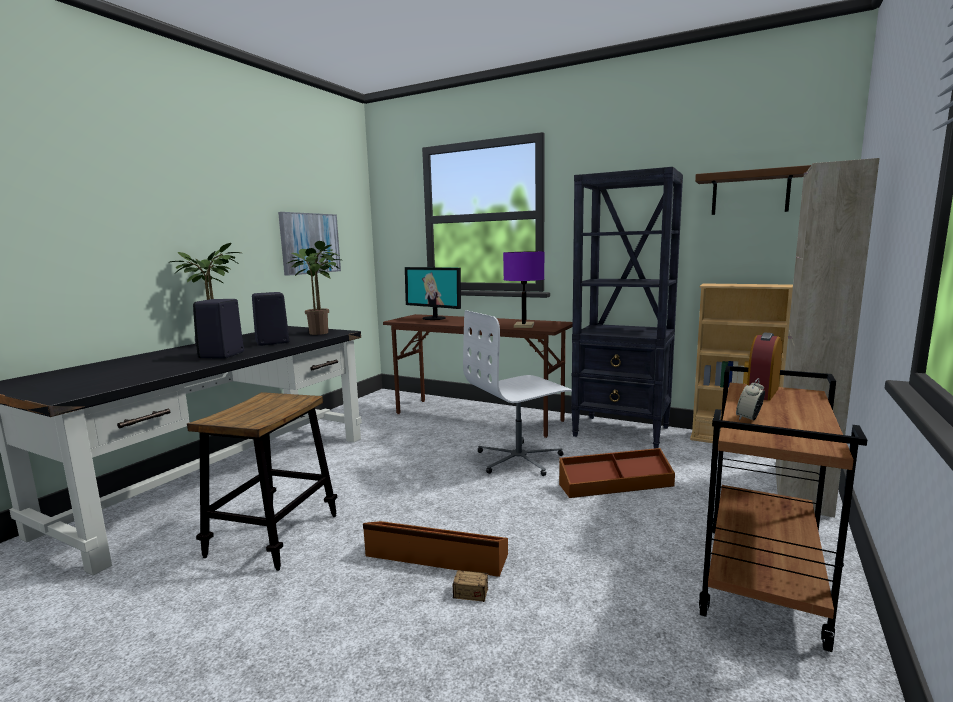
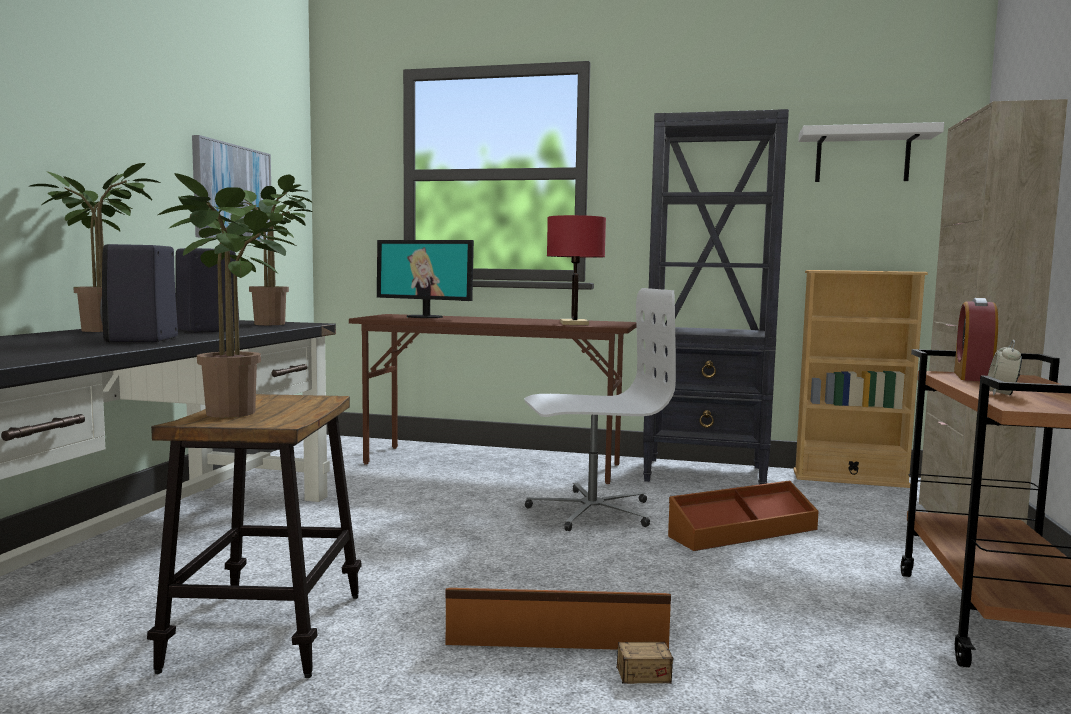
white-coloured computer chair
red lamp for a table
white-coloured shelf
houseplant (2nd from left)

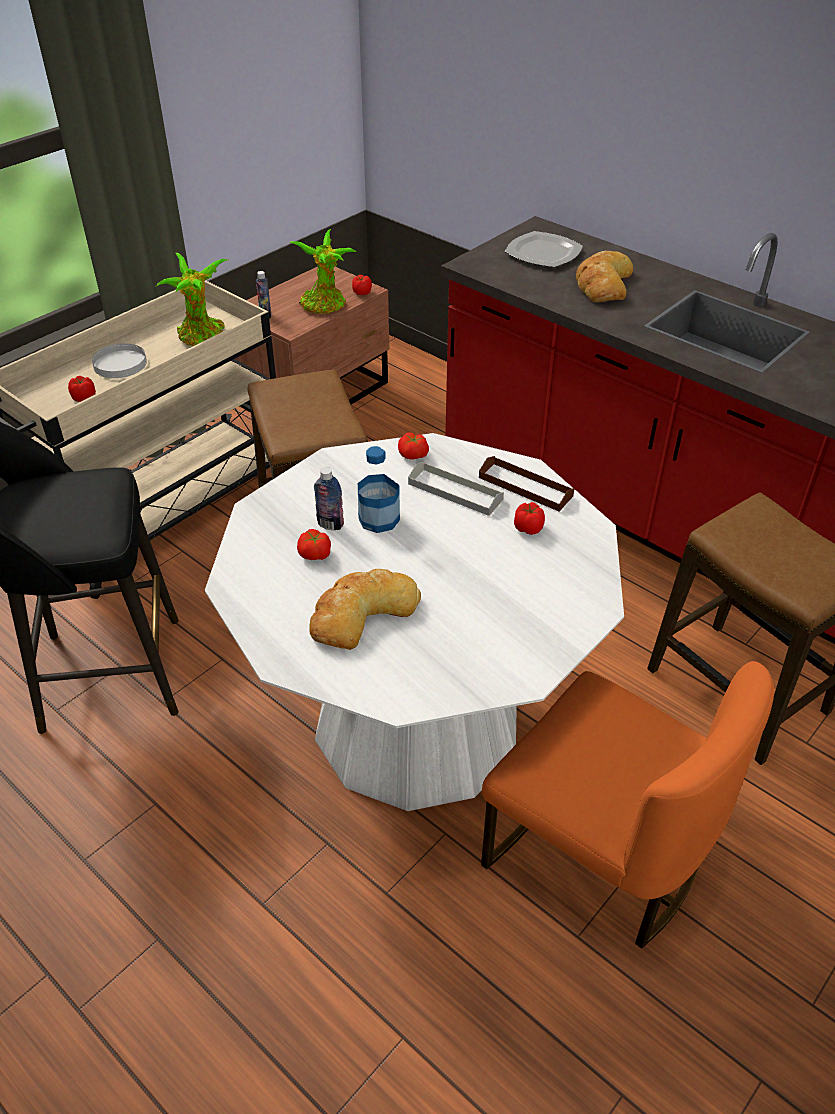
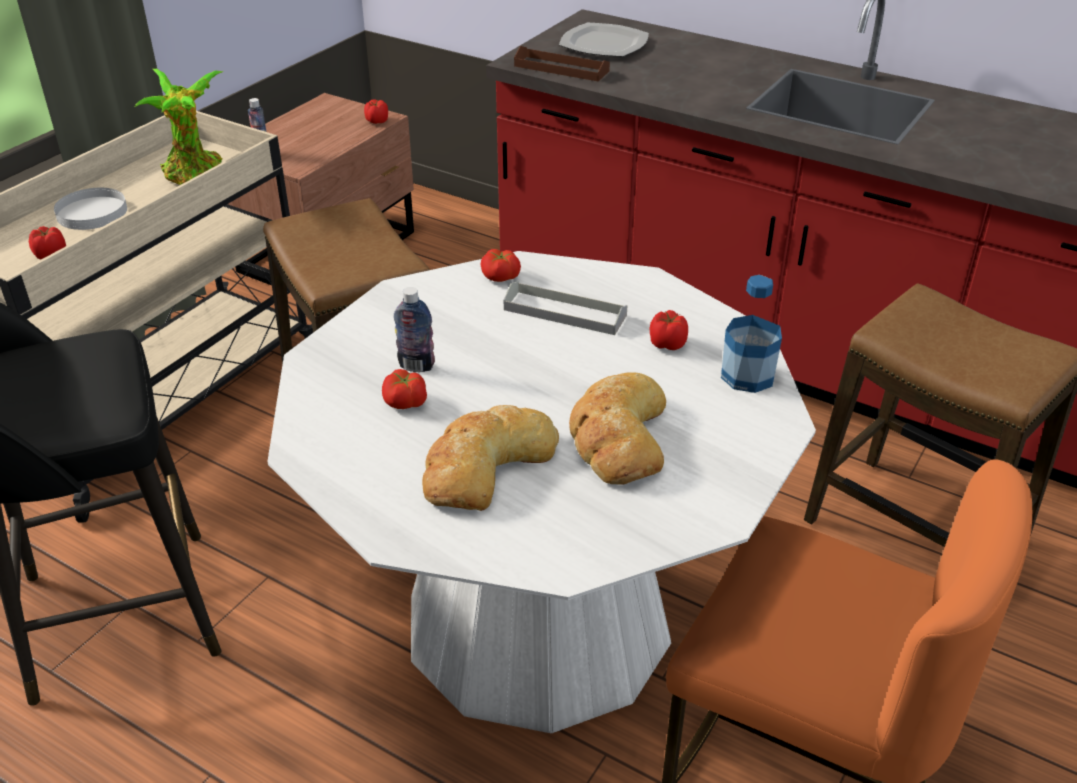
houseplant (2nd from left in the first image)
bottle (3rd from left)
brown tray
baked bread (2nd from left)

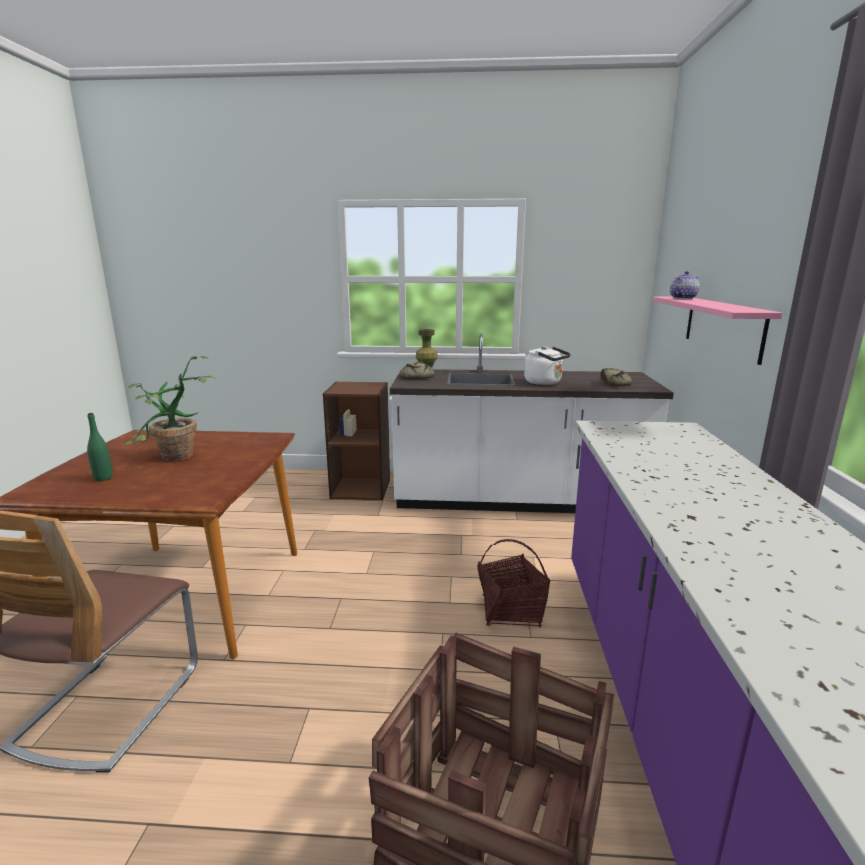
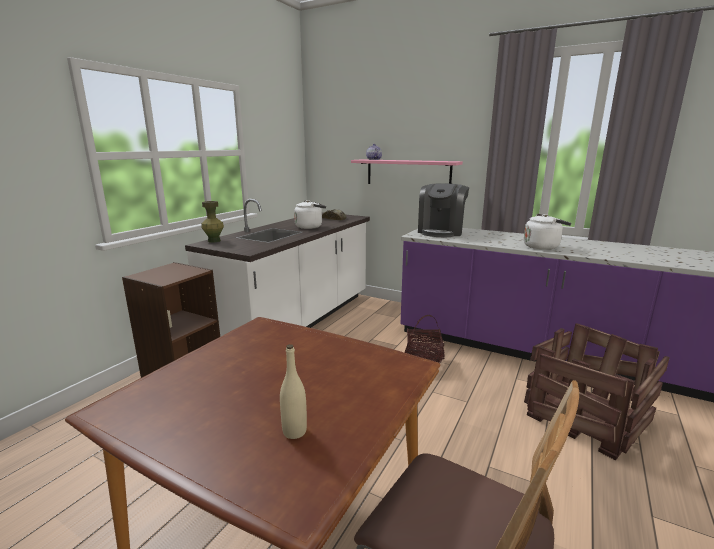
beige bottle
houseplant
baked bread (1st from left in the first image)
coffee maker
white-coloured kettle (2nd from left)

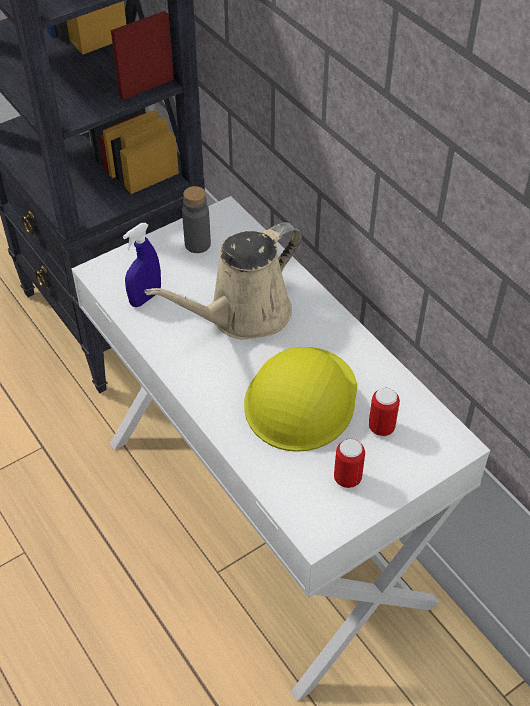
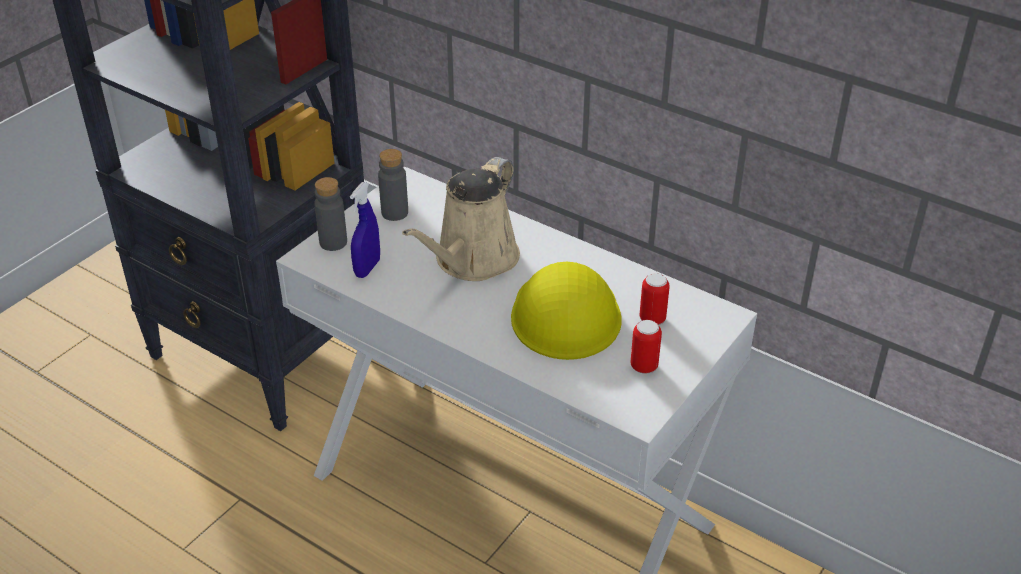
gray bottle (1st from left)

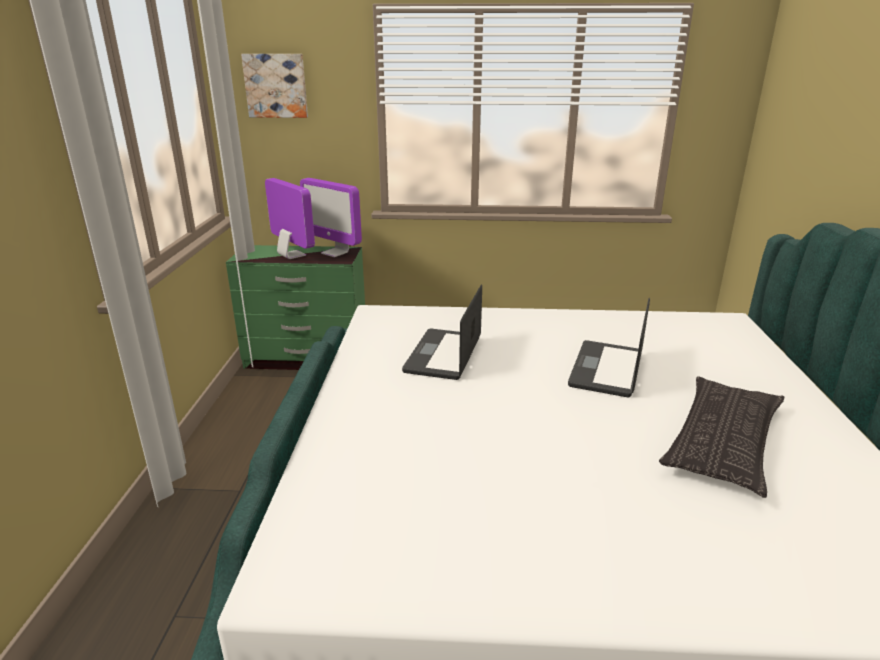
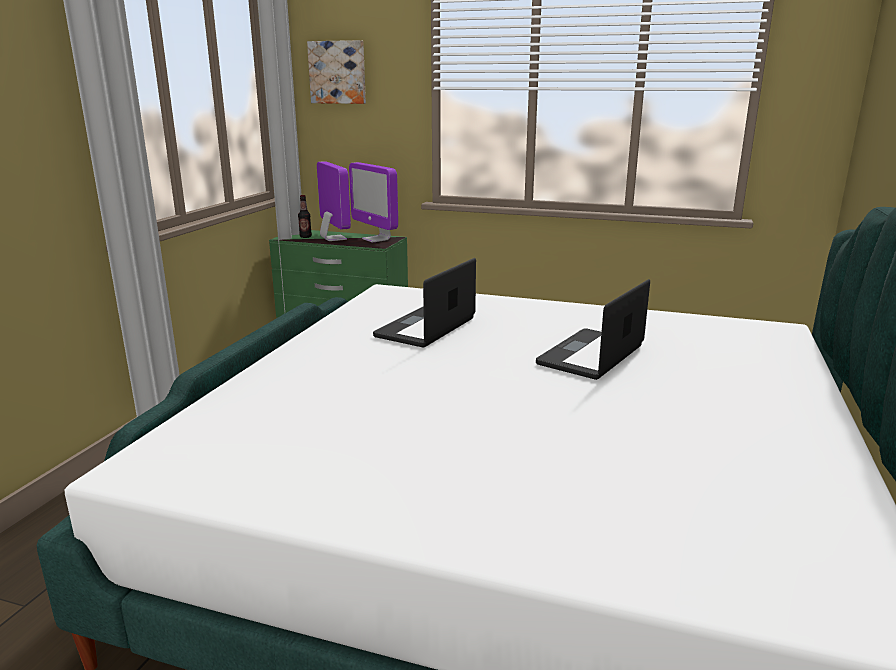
pillow
bottle

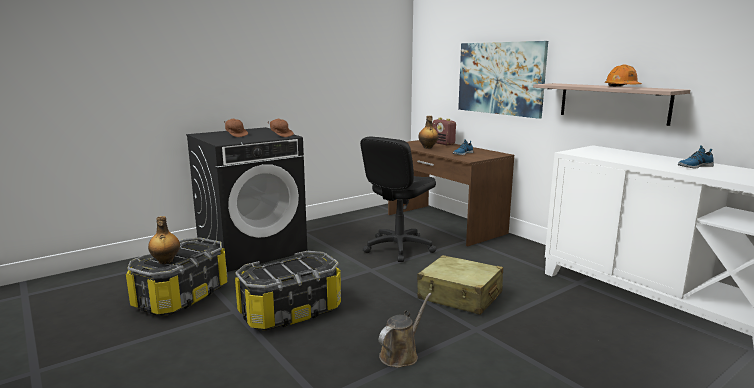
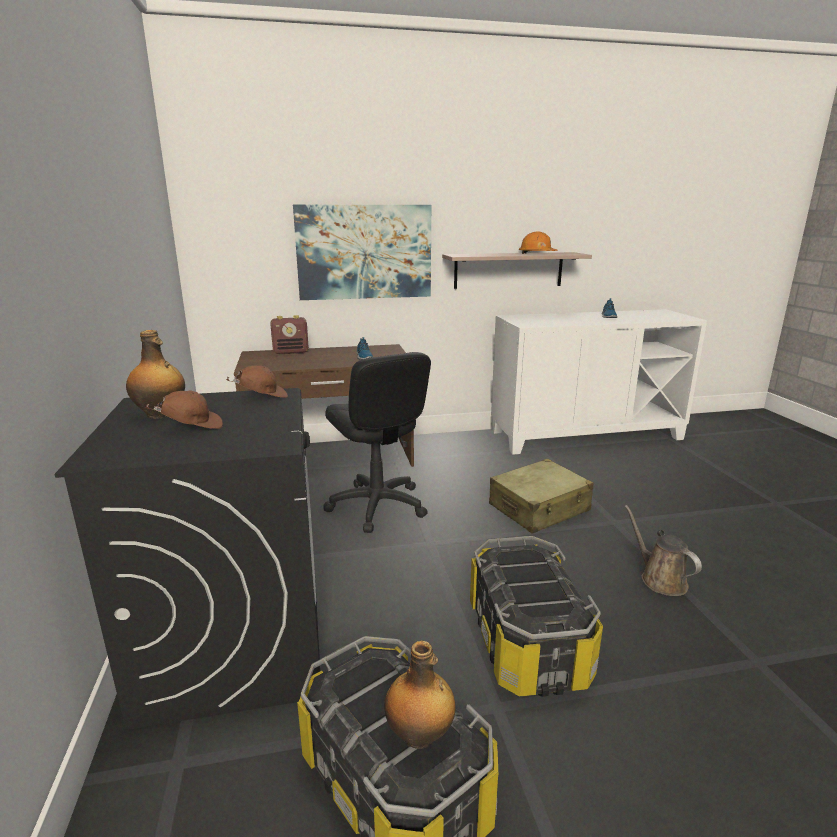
bottle (1st from left)

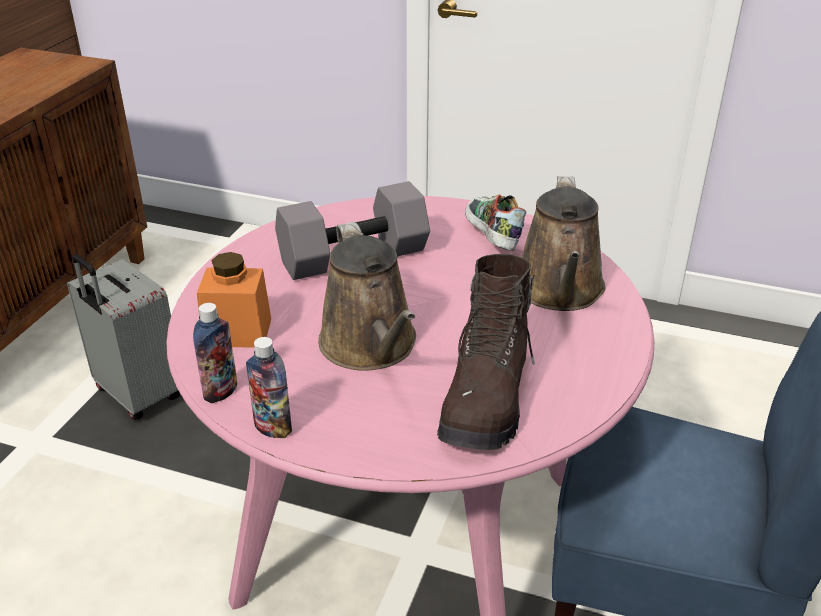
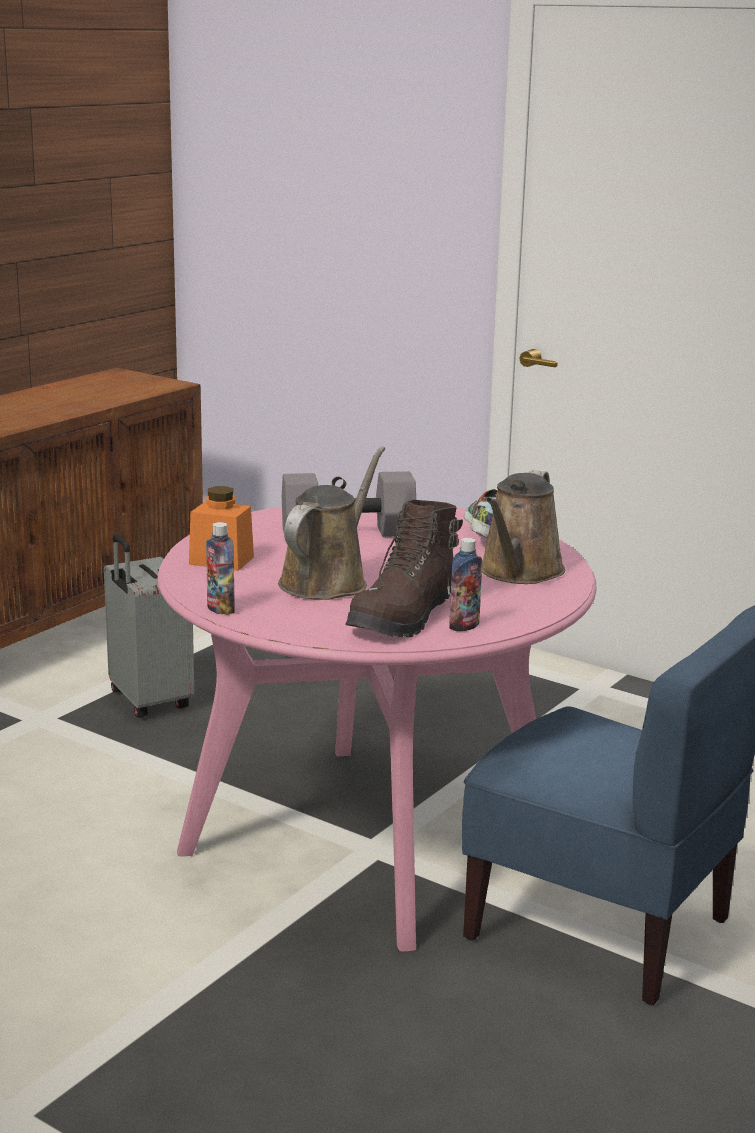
bottle (2nd from left)
brown watering pot (1st from left)

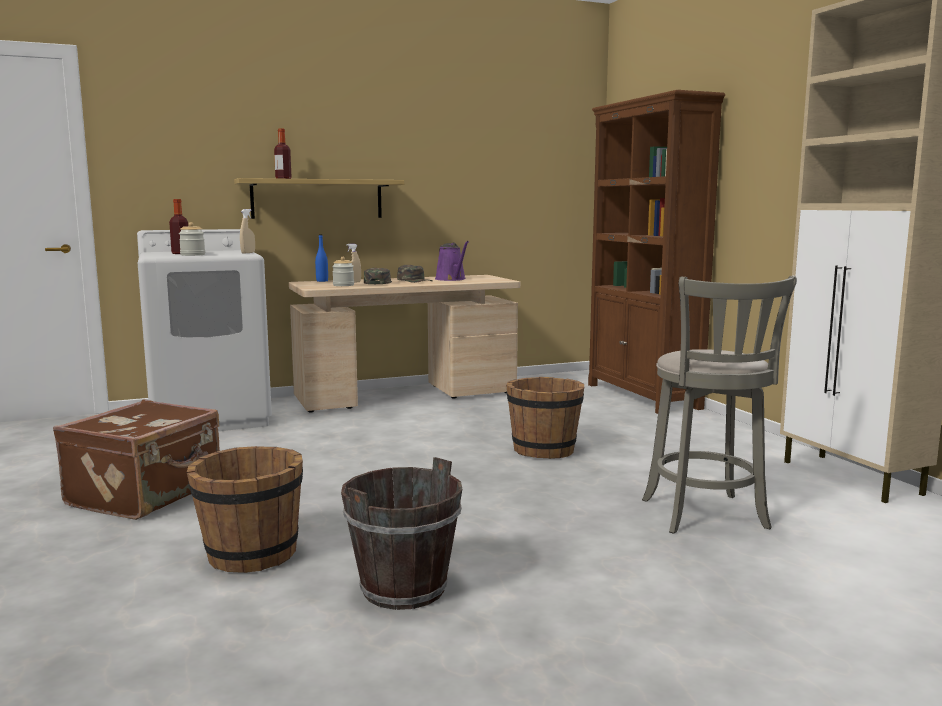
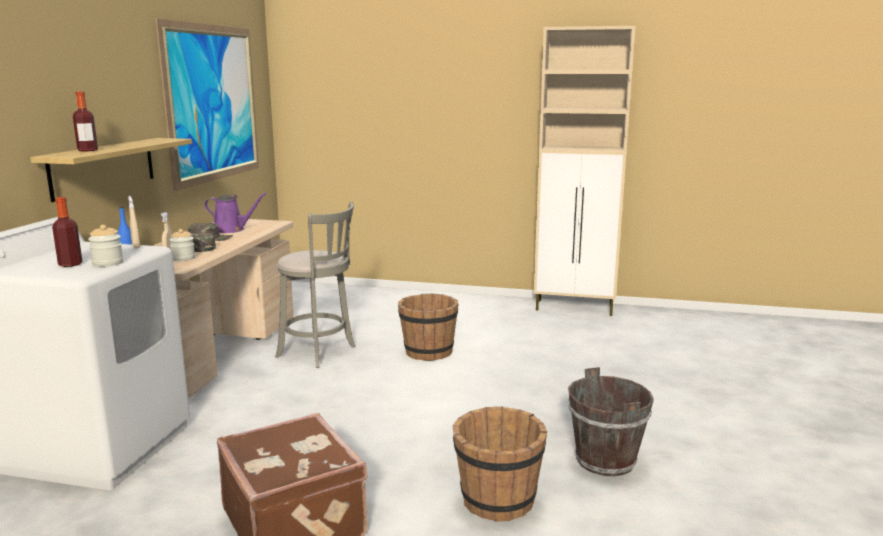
brown shelving unit
gray sitting stool
wall picture

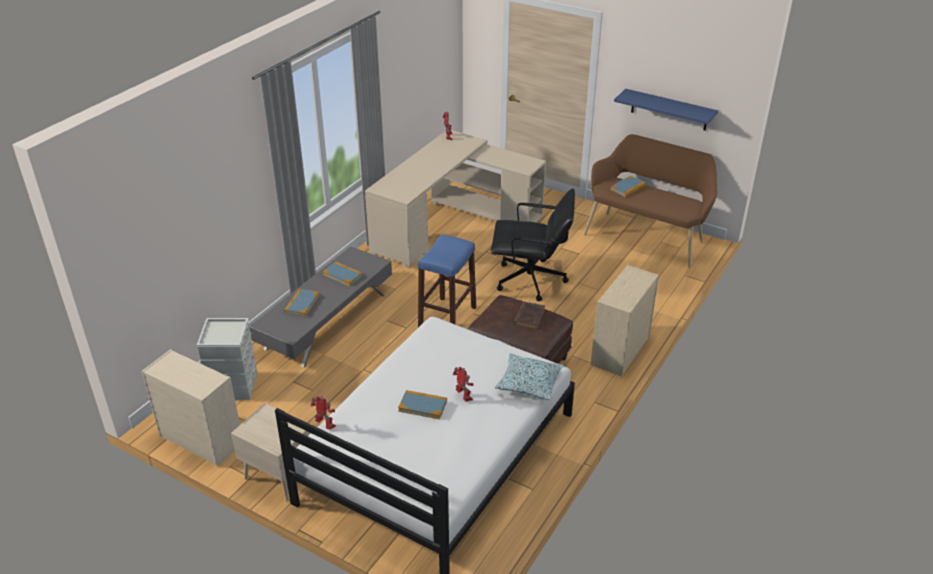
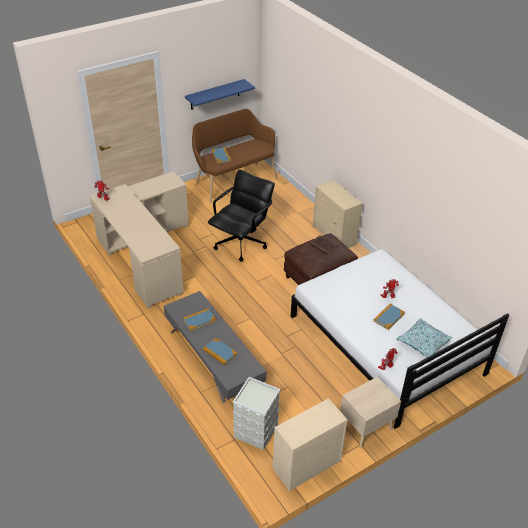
blue-coloured sitting stool
pillow

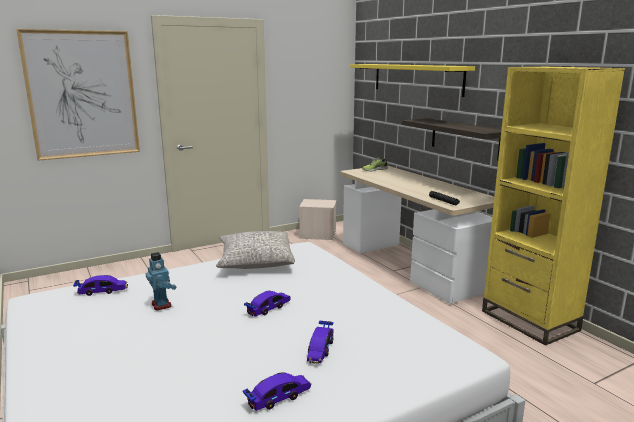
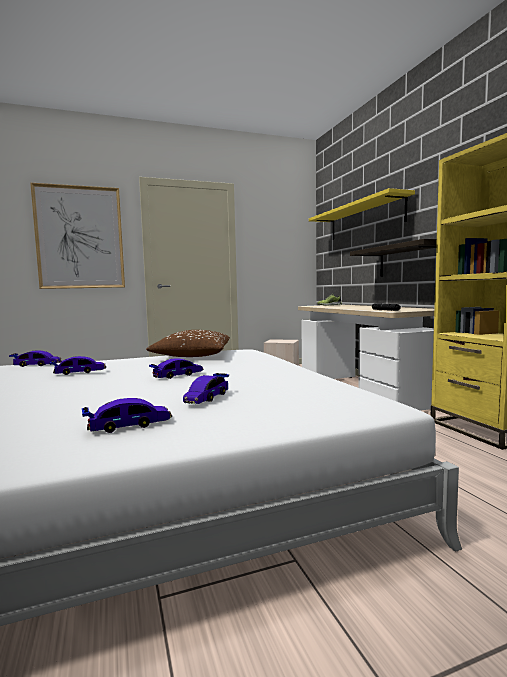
miniature car (2nd from left)
brown pillow

